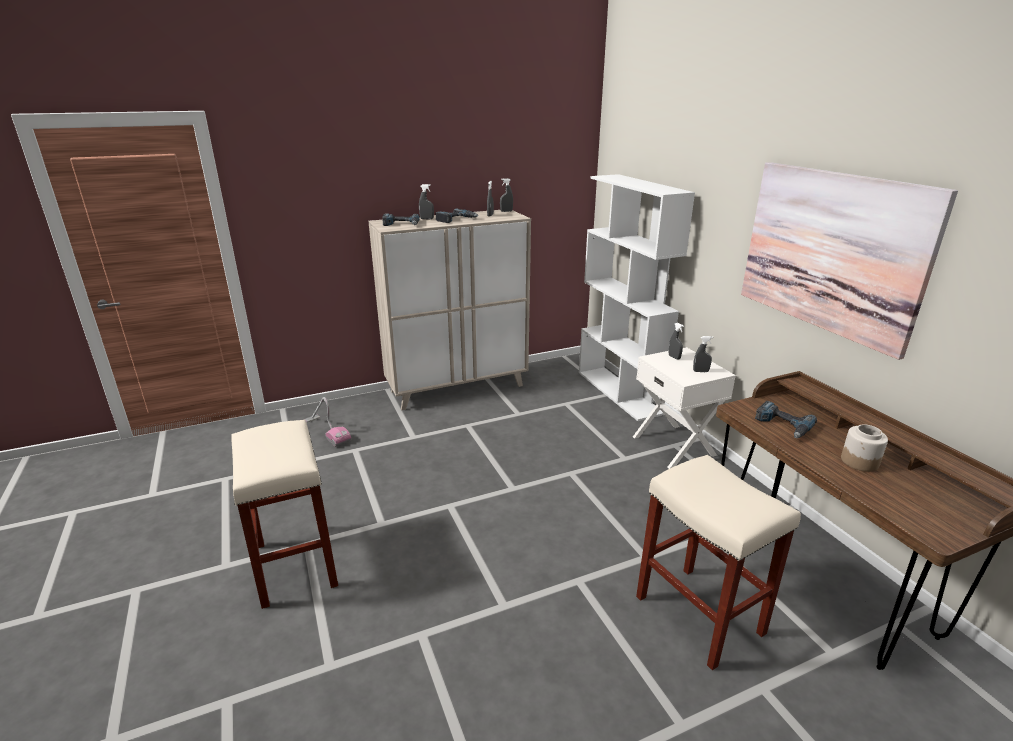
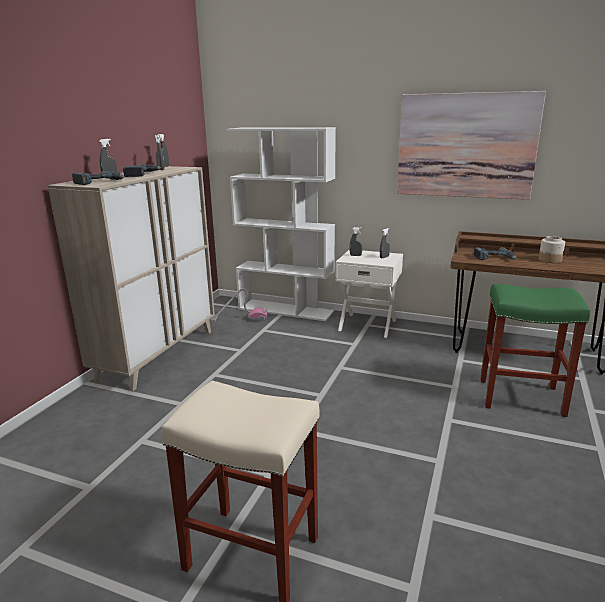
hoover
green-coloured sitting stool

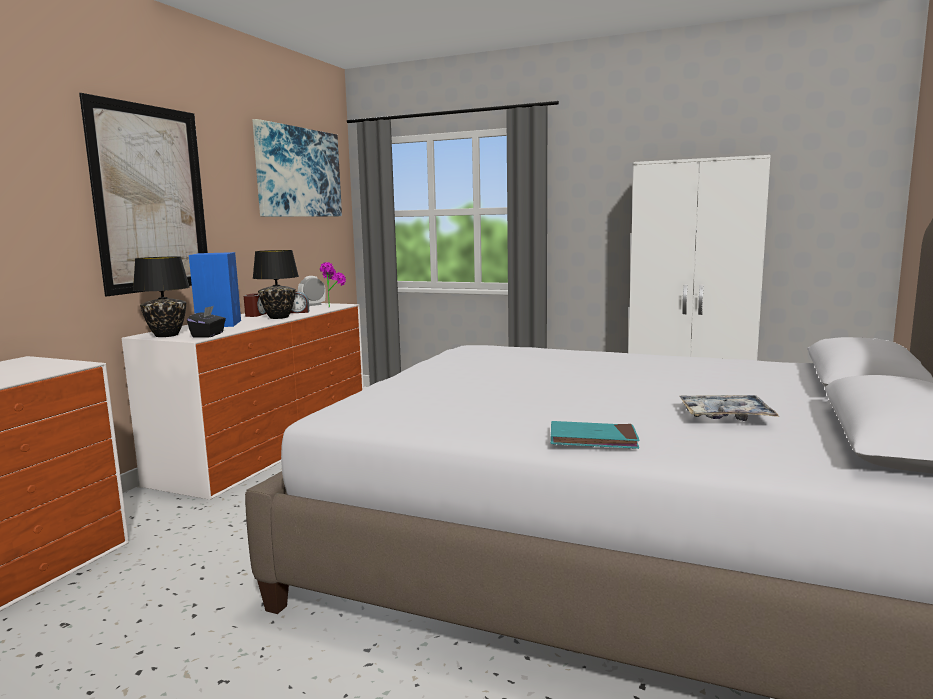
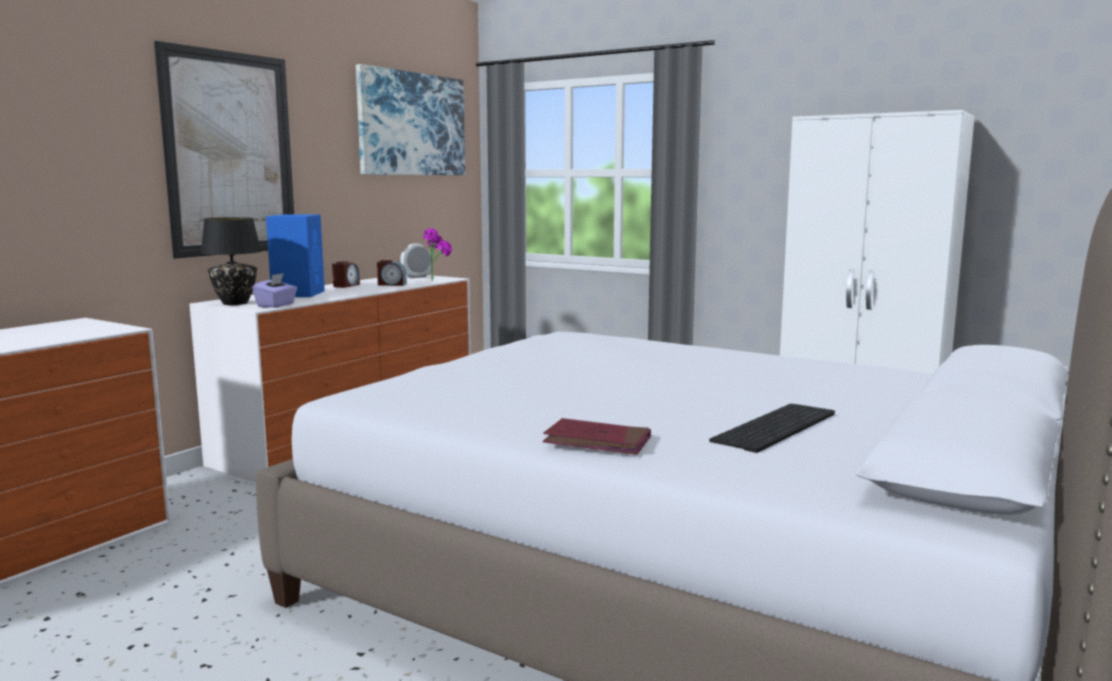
purple box of tissues
blackish lamp for a table (2nd from left in the first image)
red volume
computer keyboard

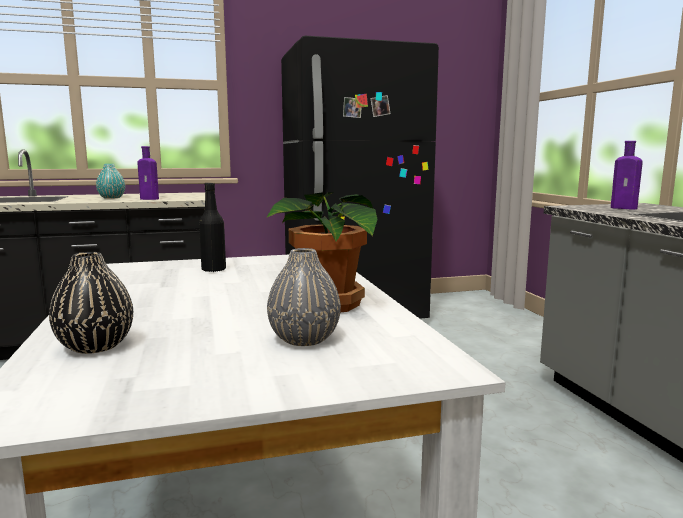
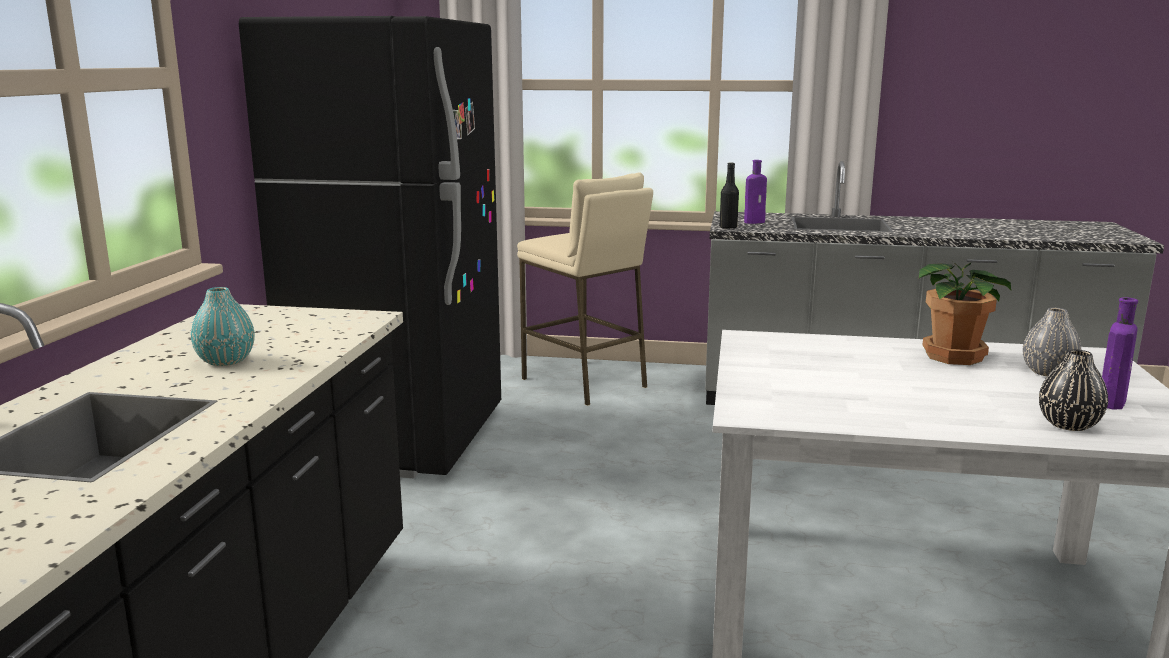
purple bottle (2nd from left)
blackish bottle
beige sitting stool

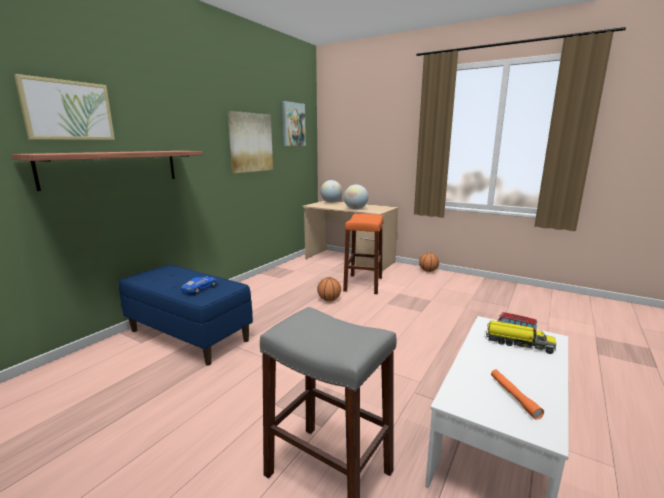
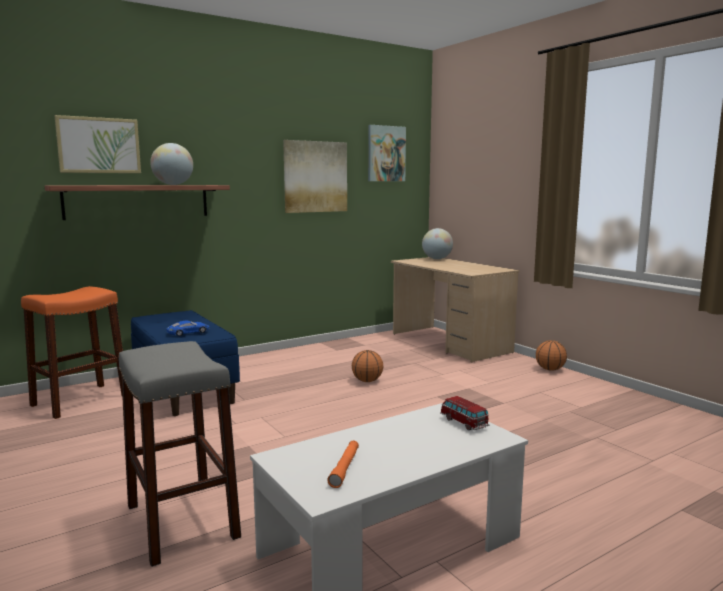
orangey sitting stool
globe (1st from left)
toy lorry

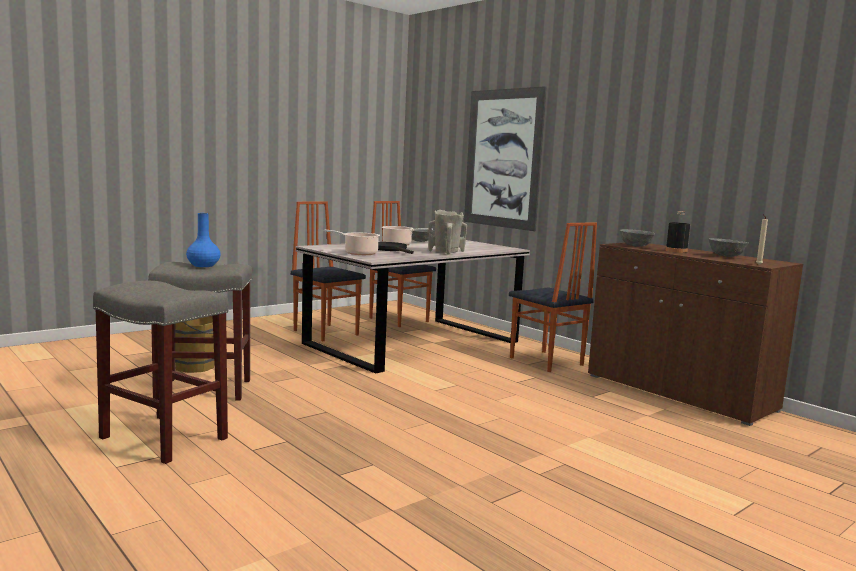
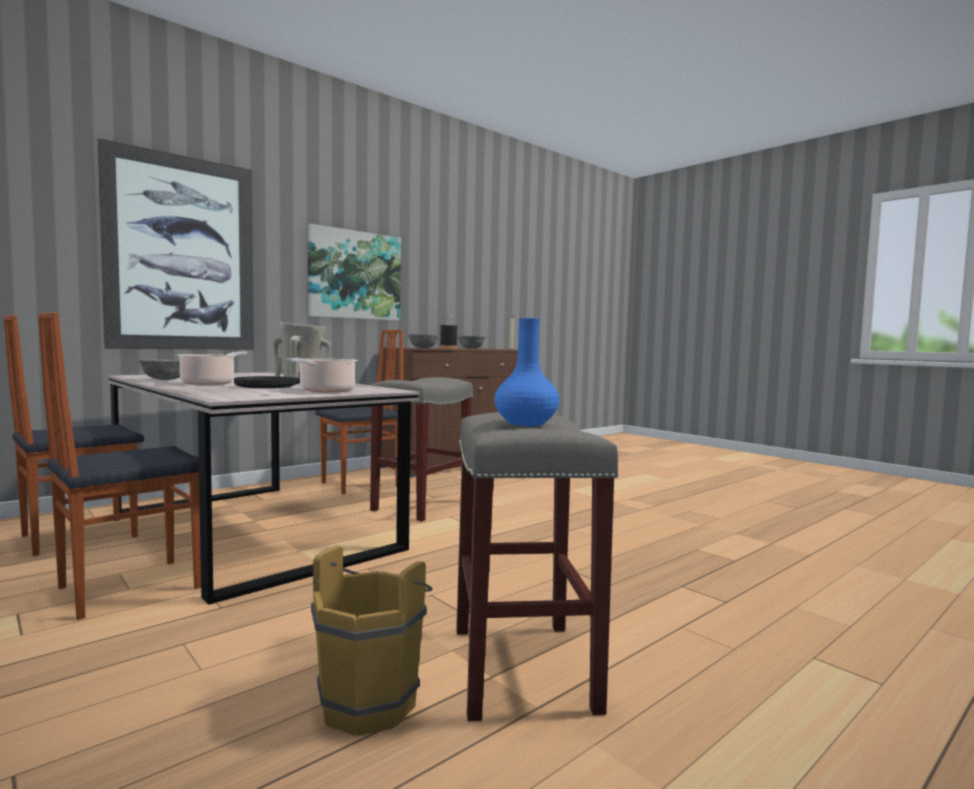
gray sitting stool (1st from left)
wall picture (2nd from left)

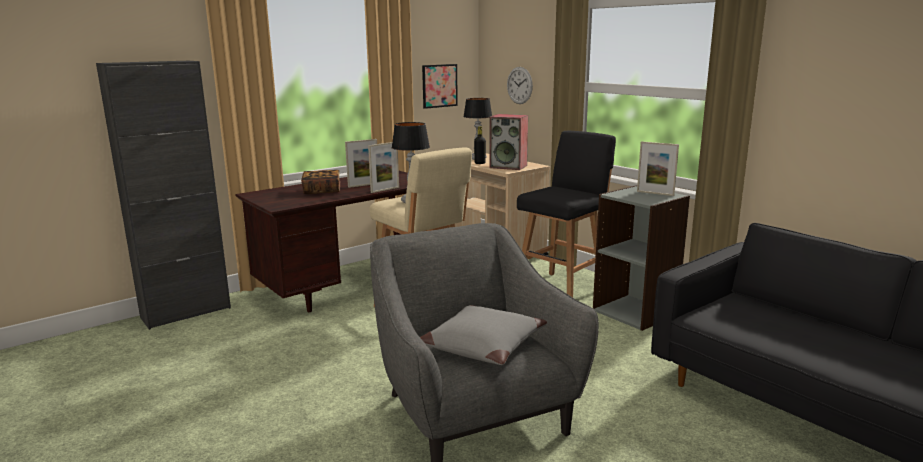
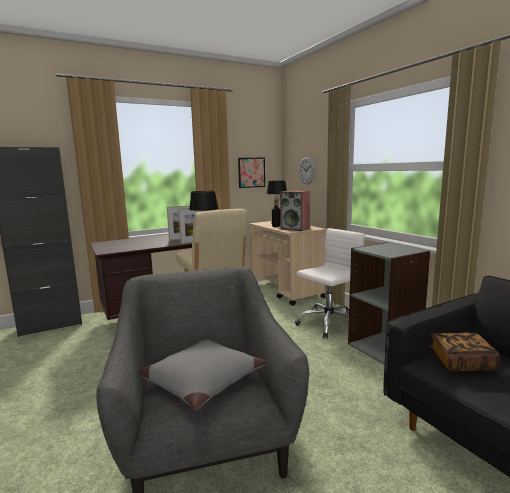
volume
white-coloured computer chair
standing frame (3rd from left in the first image)

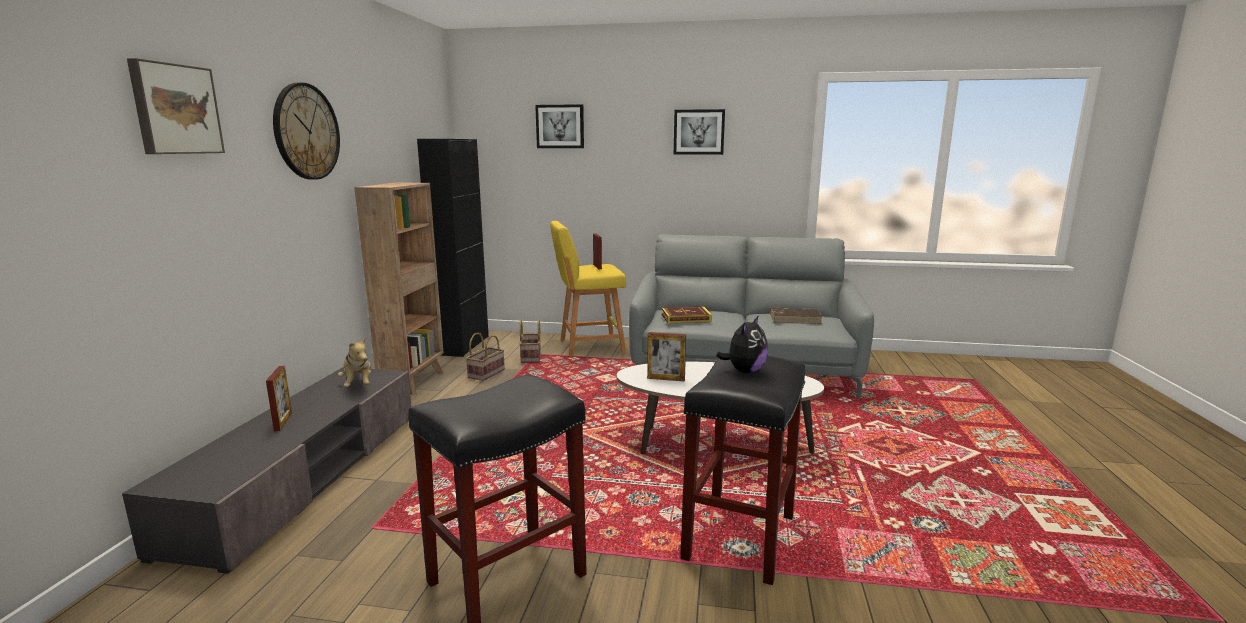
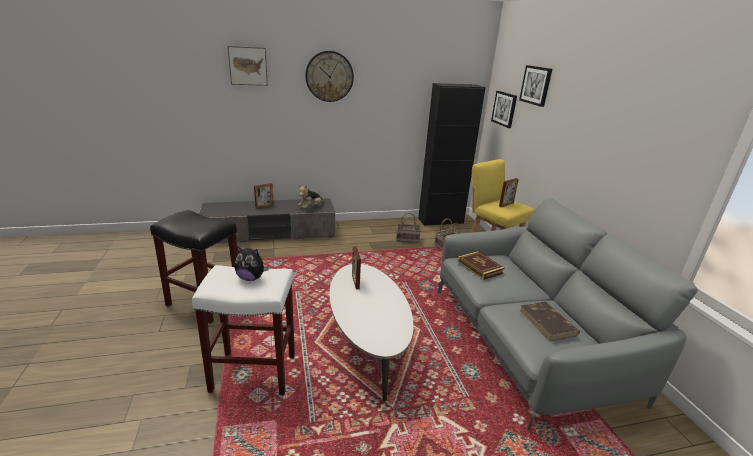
brown shelving unit
wall picture (2nd from left)
white-coloured sitting stool

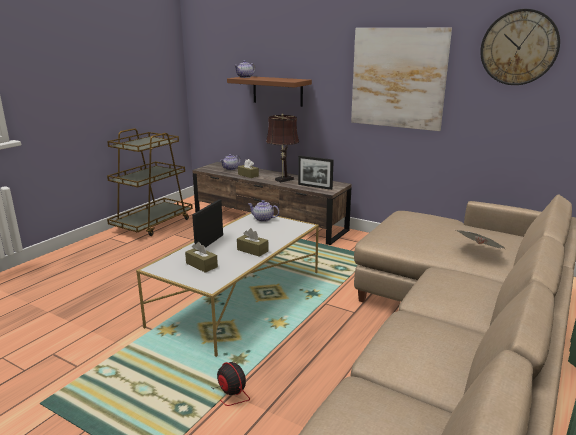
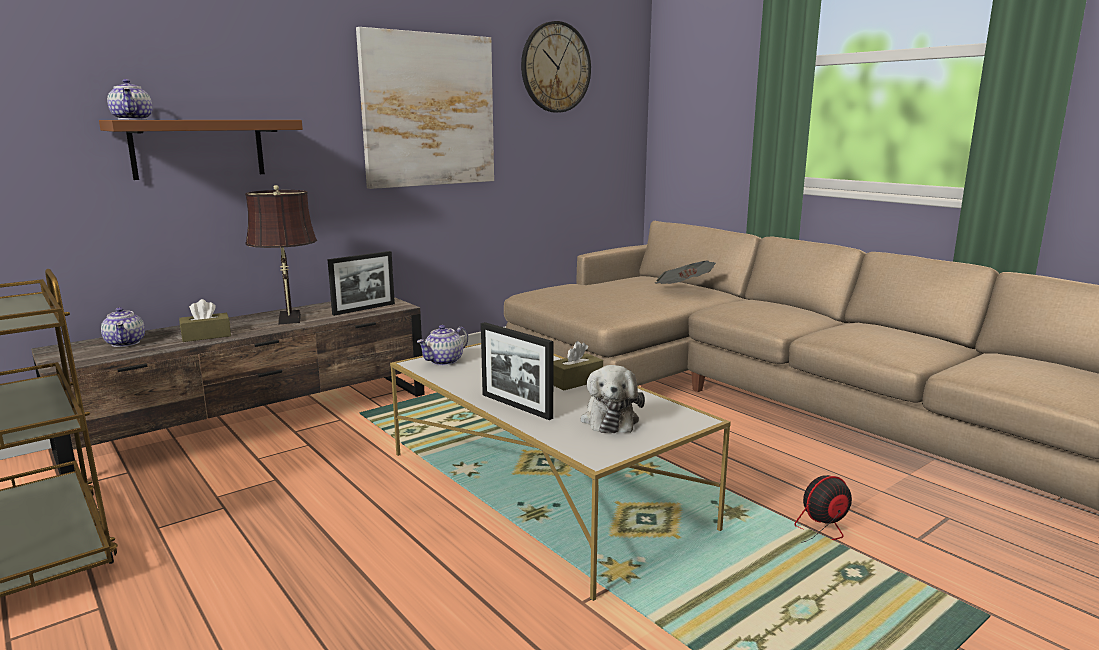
plush toy

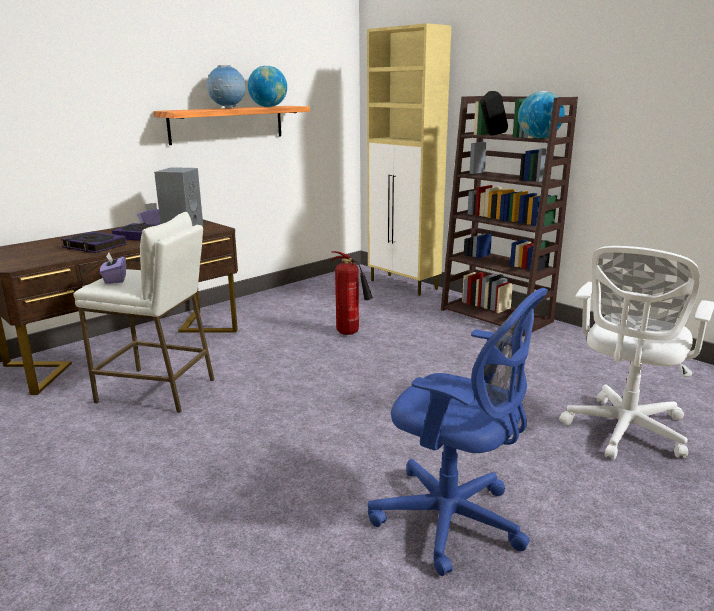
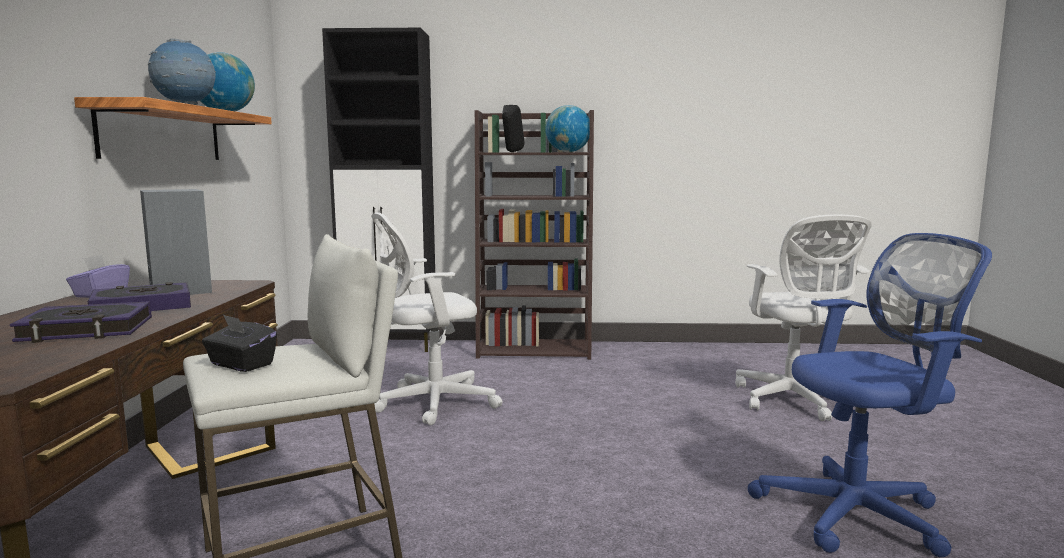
blackish box of tissues
white-coloured computer chair (1st from left)
blackish storage cabinet

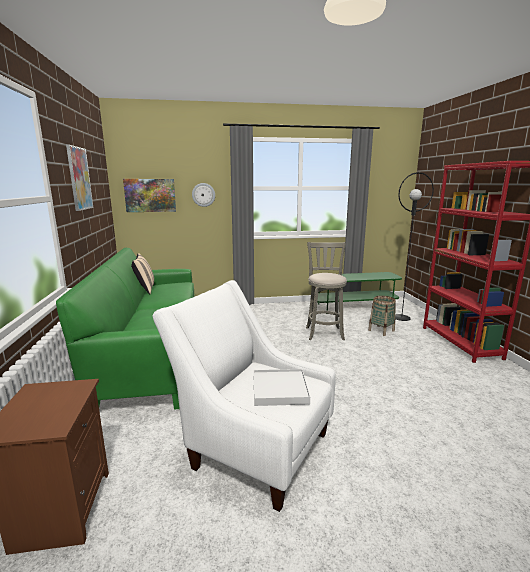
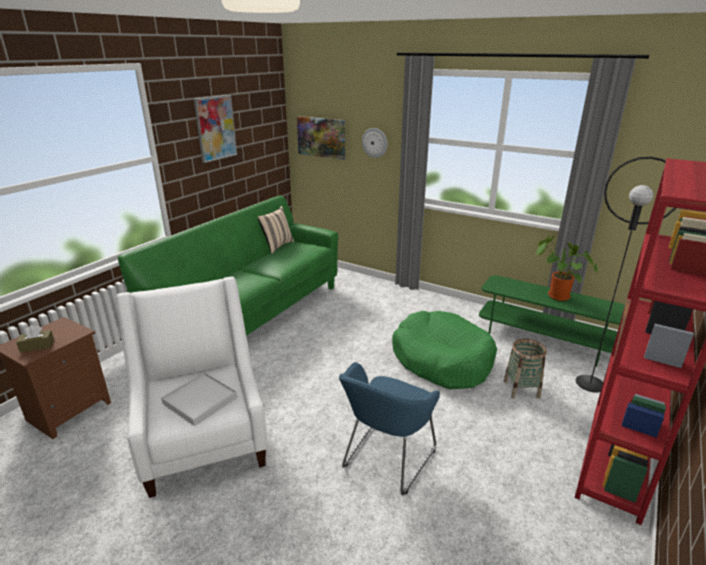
green-coloured dog bed
brown box of tissues
blue-coloured armchair
houseplant

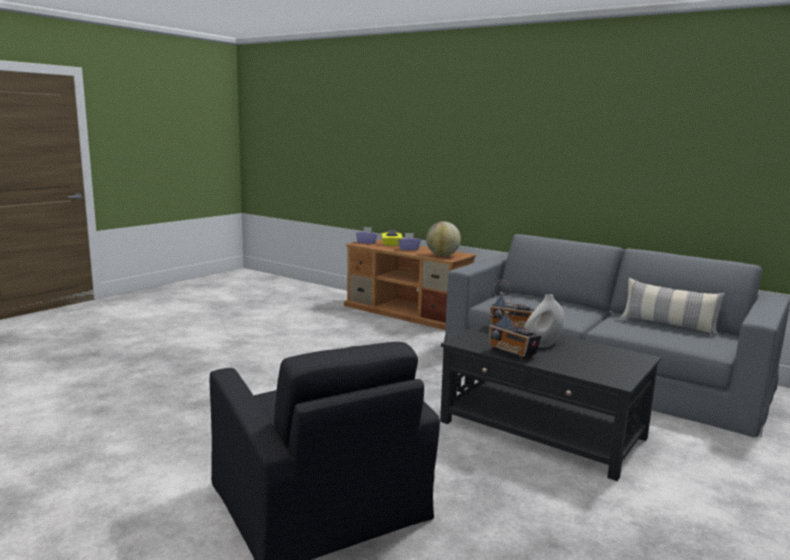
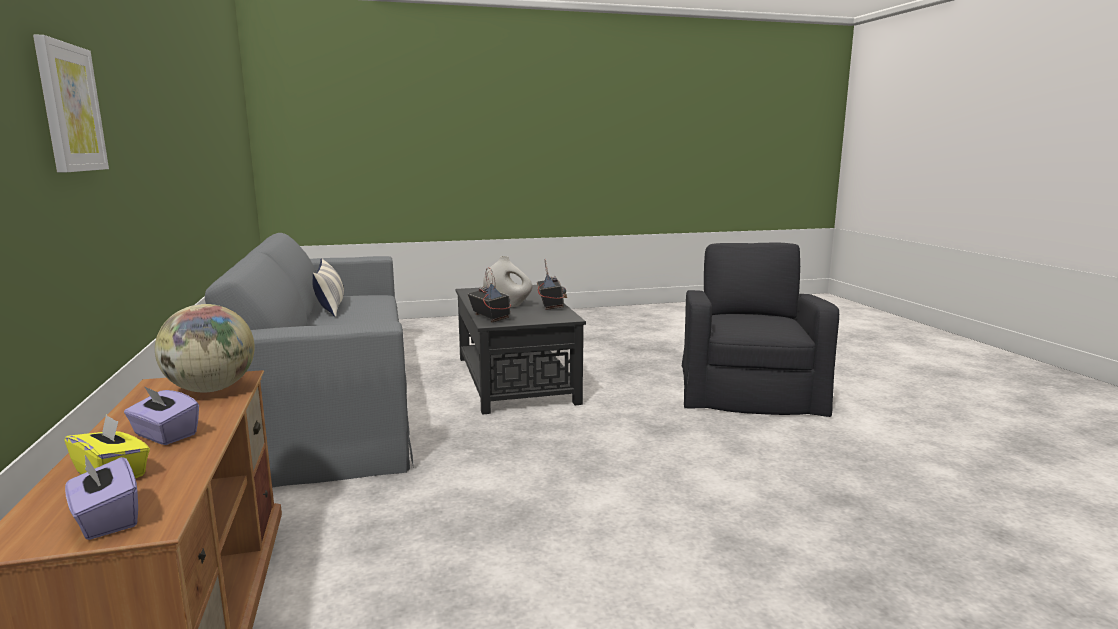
wall picture

